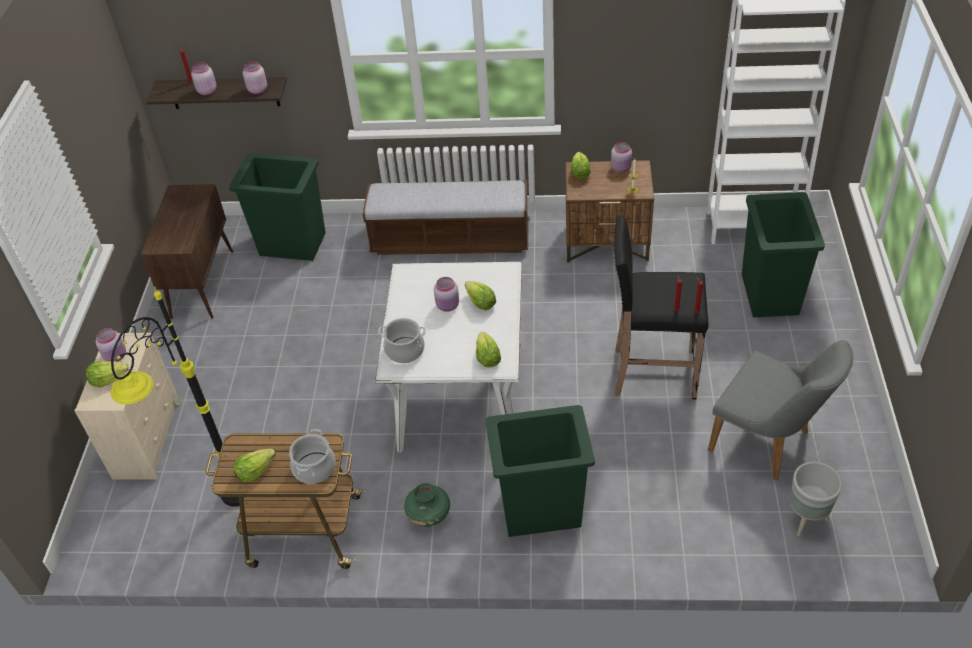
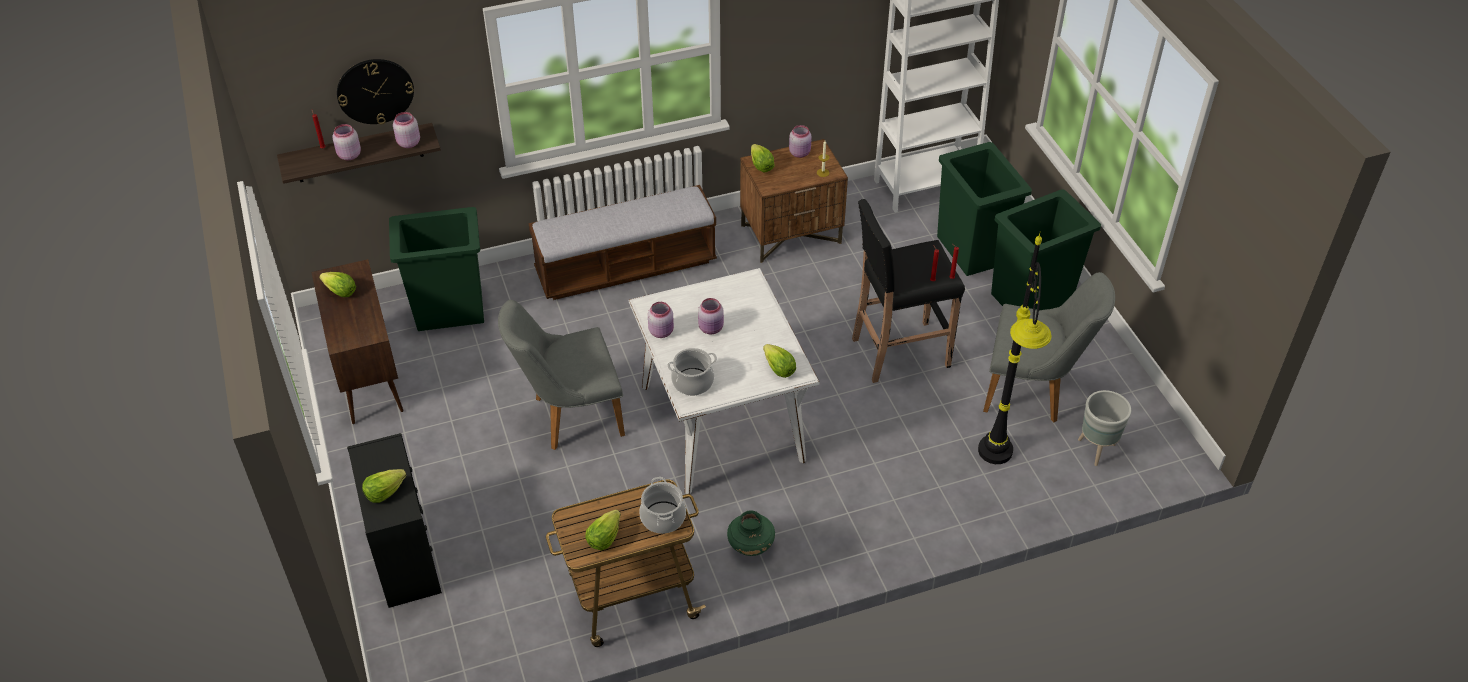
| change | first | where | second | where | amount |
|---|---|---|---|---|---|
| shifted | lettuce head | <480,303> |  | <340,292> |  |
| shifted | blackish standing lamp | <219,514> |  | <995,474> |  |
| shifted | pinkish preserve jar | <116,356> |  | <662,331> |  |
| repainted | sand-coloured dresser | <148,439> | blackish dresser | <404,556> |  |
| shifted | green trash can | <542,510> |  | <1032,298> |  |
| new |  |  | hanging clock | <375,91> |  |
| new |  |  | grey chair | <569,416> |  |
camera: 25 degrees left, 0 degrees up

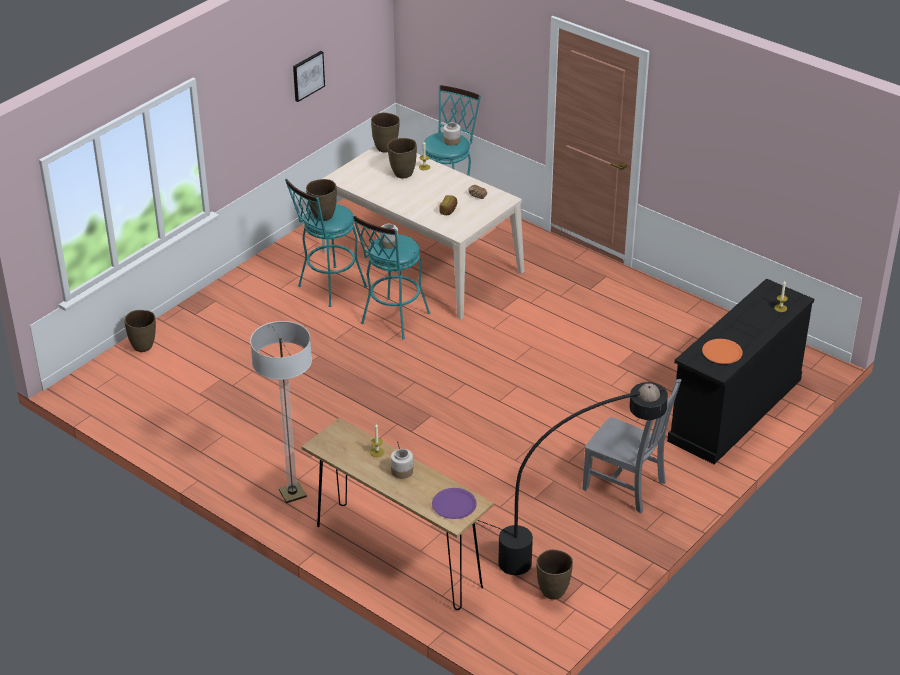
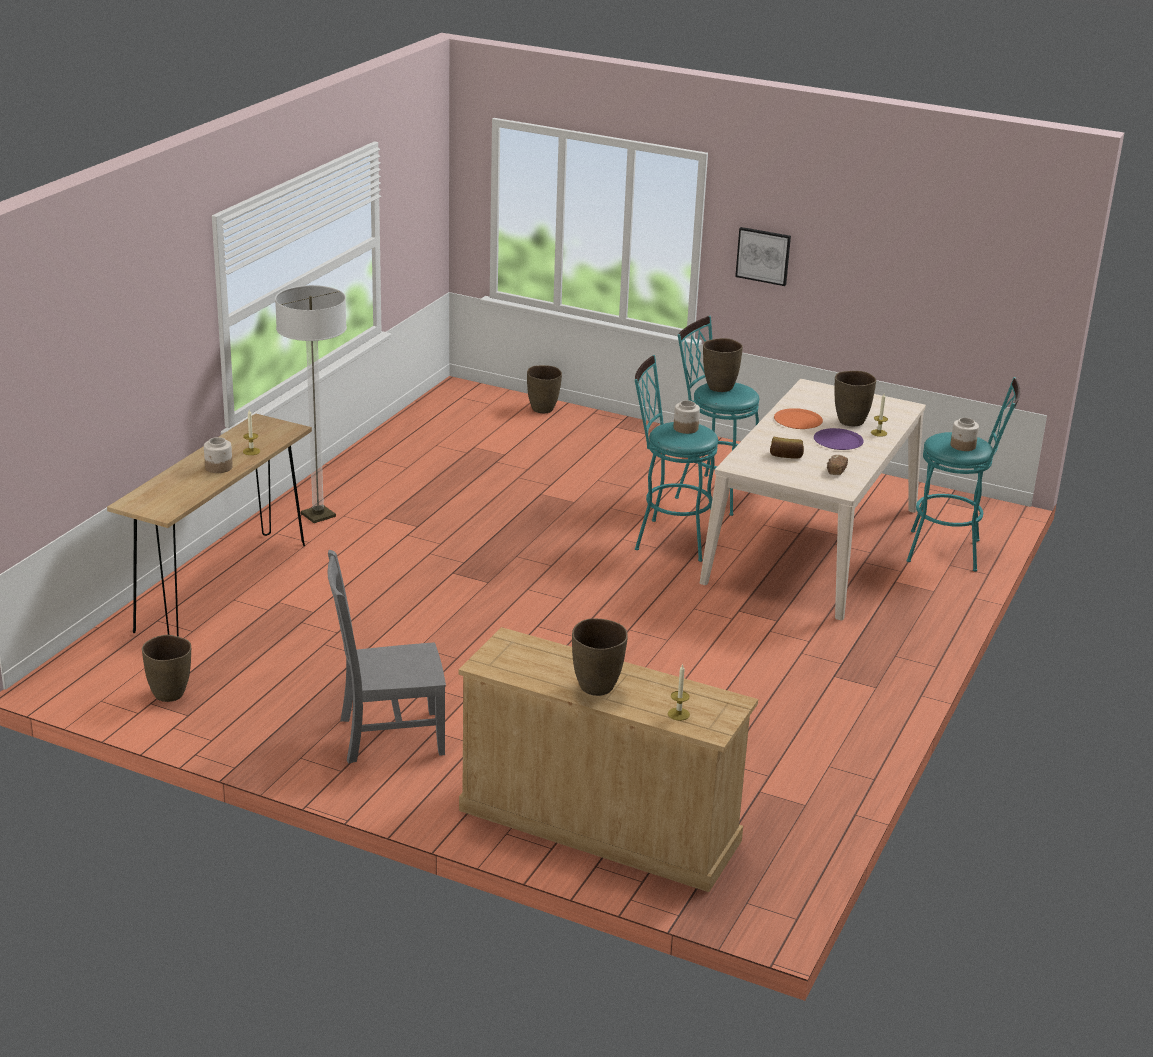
| change | first | where | second | where | amount |
|---|---|---|---|---|---|
| shifted | wall picture | <308,75> |  | <763,255> |  |
| shifted | brownish vase | <386,148> |  | <597,687> |  |
| repainted | blackish dresser | <735,410> | sand-coloured dresser | <597,825> |  |
| shifted | orange dinner plate | <722,352> |  | <798,420> |  |
| rotated | grey chair | <626,486> |  | <387,736> | 60 degrees clockwise |
| gone | blackish standing lamp | <549,544> |  |  |  |
| shifted | purplish dinner plate | <454,504> |  | <838,440> |  |
camera: 75 degrees right, 10 degrees down

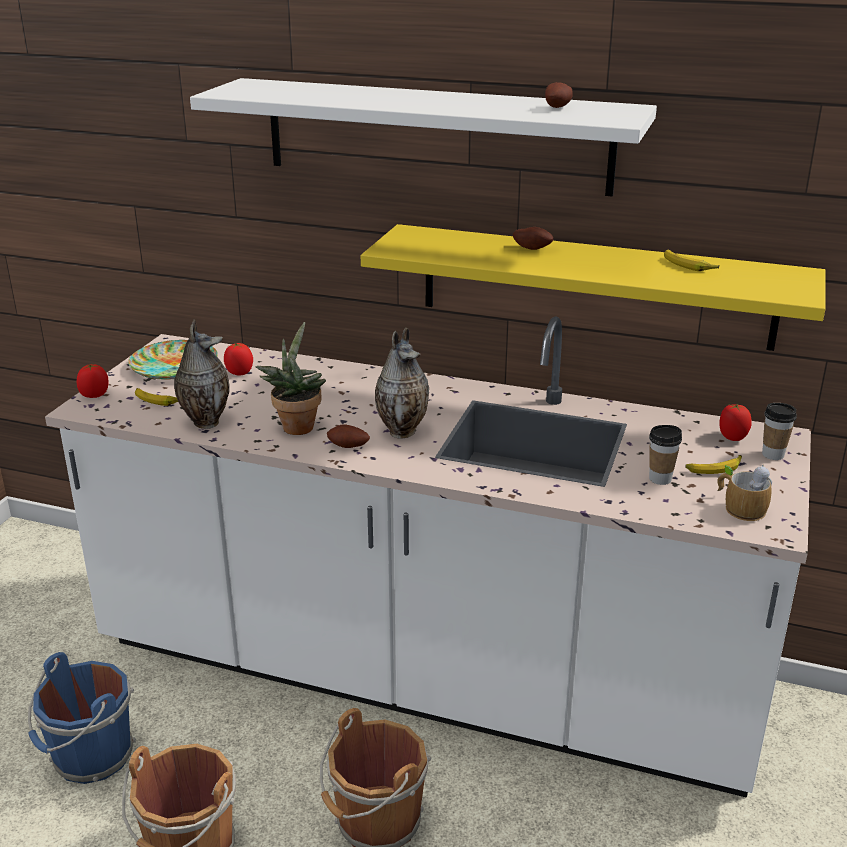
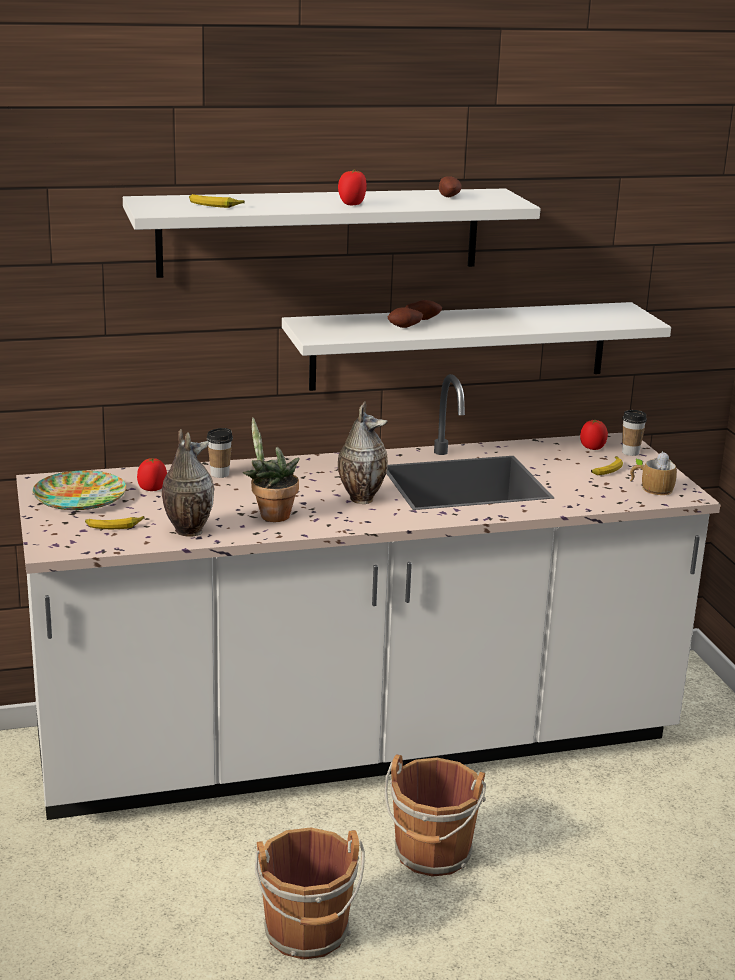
| change | first | where | second | where | amount |
|---|---|---|---|---|---|
| repainted | yellowish bracket shelf | <595,286> | white-coloured bracket shelf | <460,345> |  |
| shifted | banana | <688,265> |  | <214,205> |  |
| shifted | fresh tomato | <94,395> |  | <352,204> |  |
| shifted | whole potato | <348,447> |  | <405,328> |  |
| shifted | small cup | <660,479> |  | <220,474> |  |
| gone | blue pail | <90,758> |  |  |  |
camera: 35 degrees left, 5 degrees down

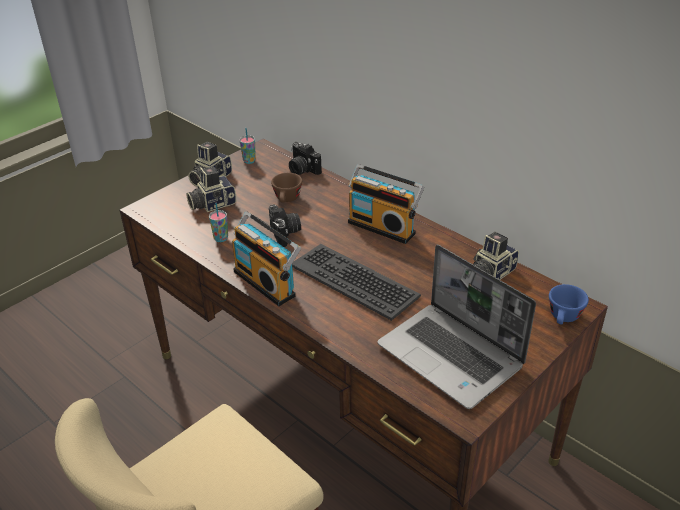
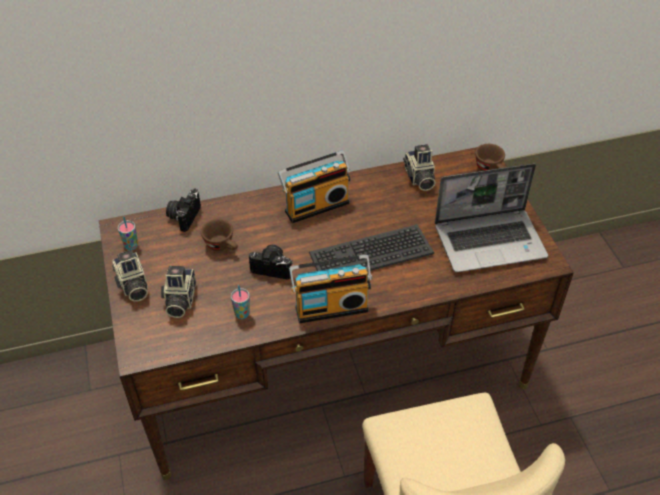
| change | first | where | second | where | amount |
|---|---|---|---|---|---|
| rotated | photo camera | <302,170> |  | <184,216> | 120 degrees clockwise |
| repainted | blue small cup | <564,318> | brownish small cup | <490,169> |  |
camera: 60 degrees left, 10 degrees up

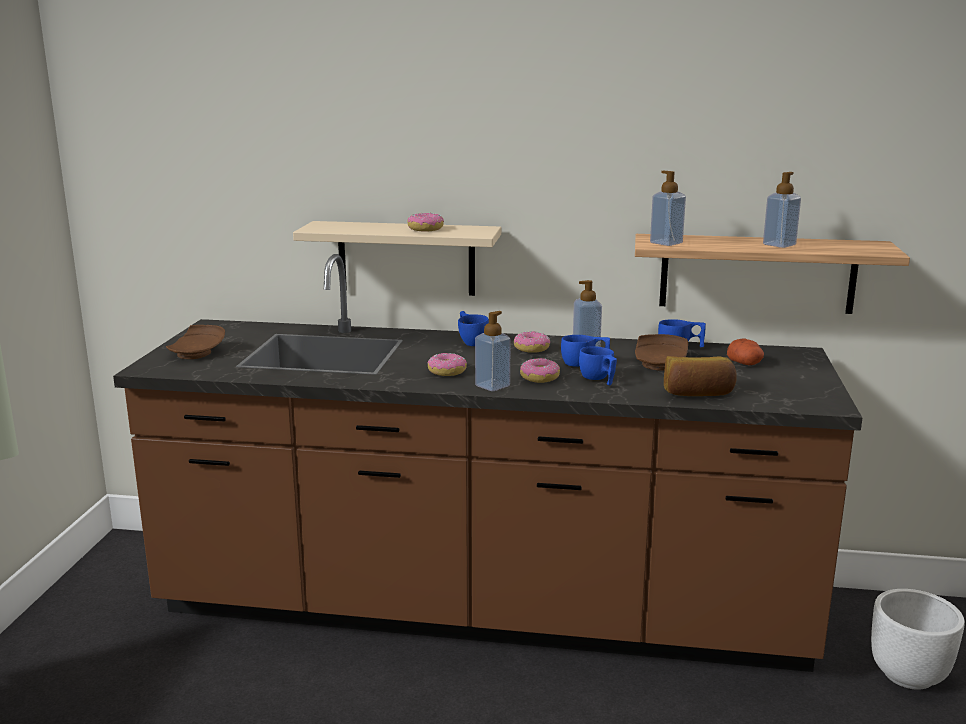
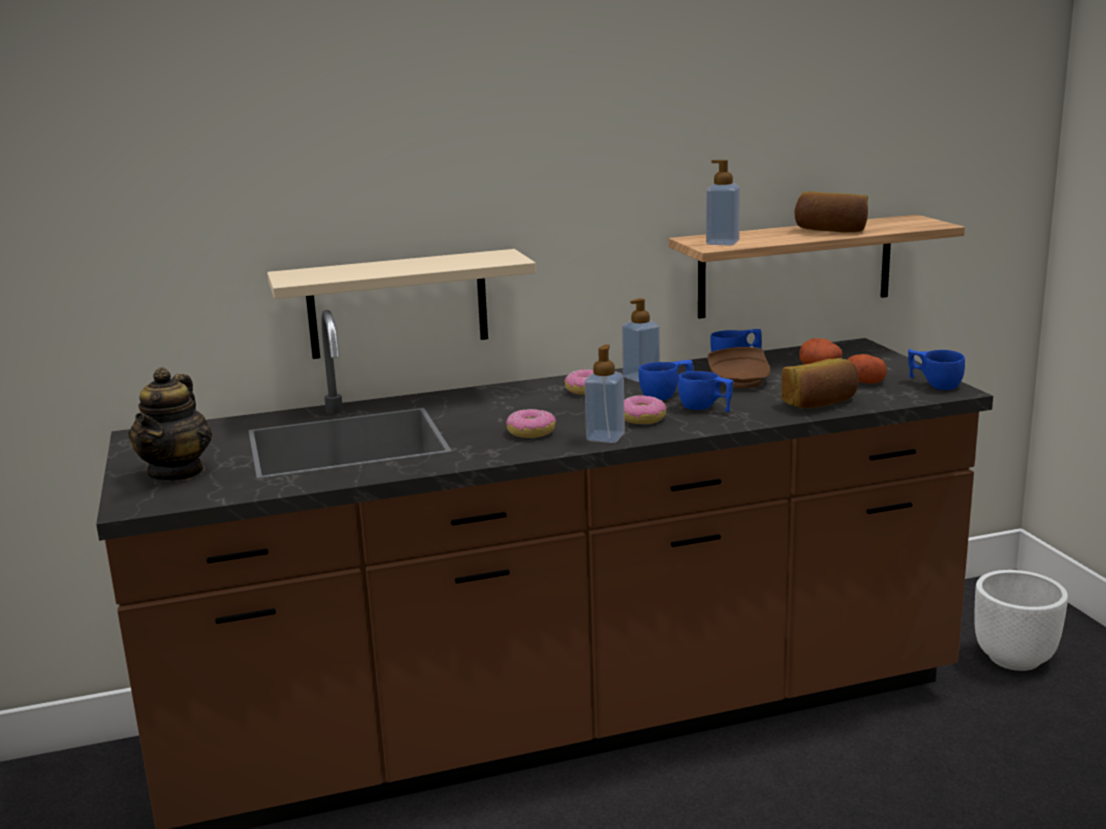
| change | first | where | second | where | amount |
|---|---|---|---|---|---|
| swapped | soap dispenser | <779,245> | bakery bread | <831,230> |  |
| gone | doughnut | <425,229> |  |  |  |
| shifted | blue small cup | <471,341> |  | <934,384> |  |
| swapped | brownish dinner plate | <198,353> | teapot | <177,472> |  |
| new |  |  | whole potato | <863,381> |  |
camera: 25 degrees left, 0 degrees up

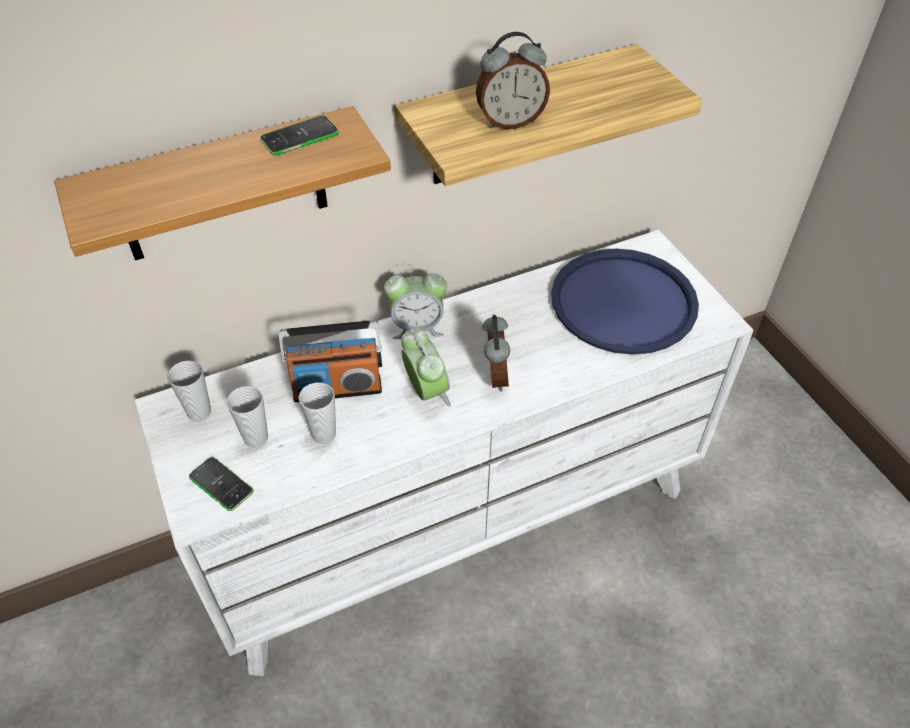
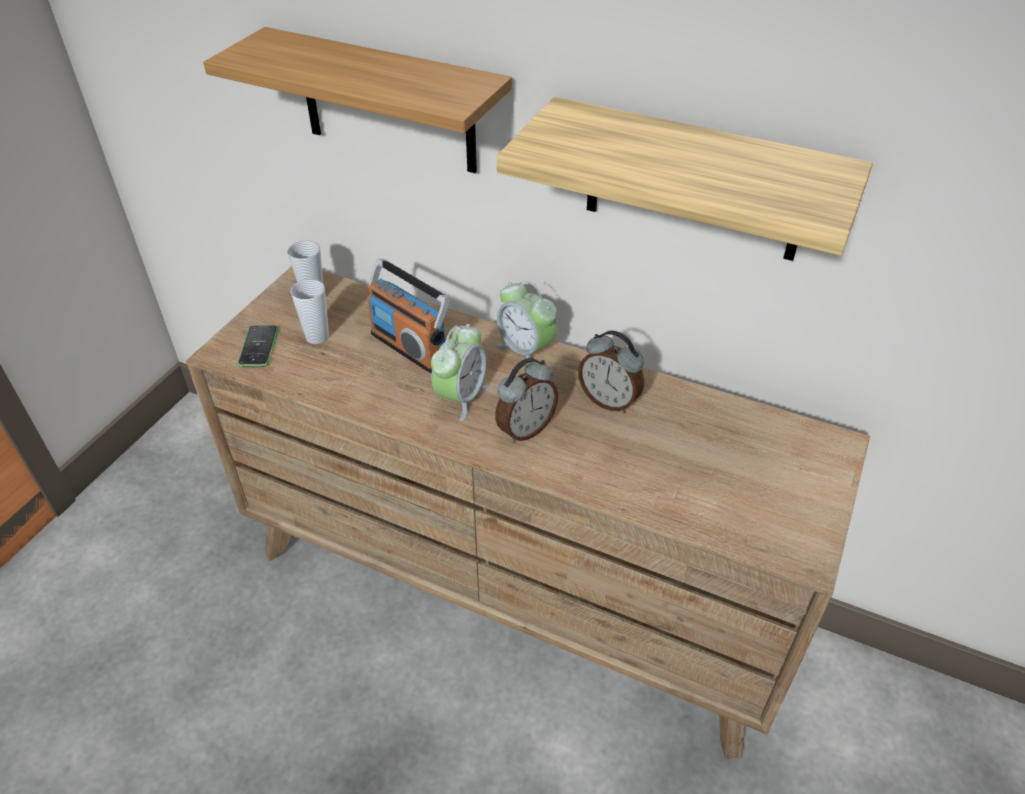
| change | first | where | second | where | amount |
|---|---|---|---|---|---|
| shifted | table clock | <510,122> |  | <609,401> |  |
| gone | telephone | <299,137> |  |  |  |
| repainted | white-coloured dresser | <455,522> | brownish dresser | <513,589> |  |
| gone | blue carrying tray | <623,302> |  |  |  |
| gone | small cup | <324,434> |  |  |  |
camera: 50 degrees right, 5 degrees down

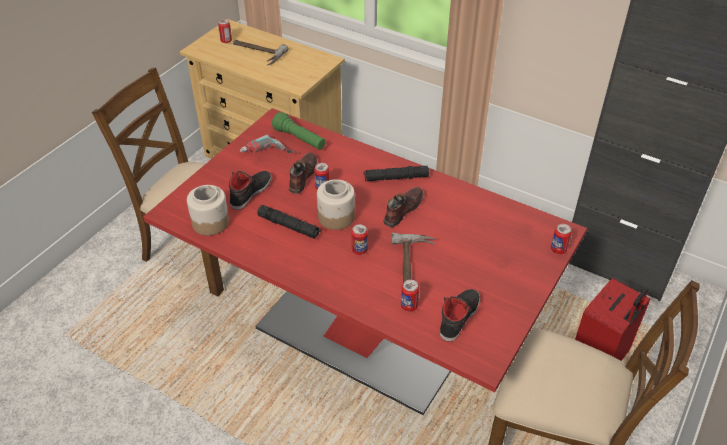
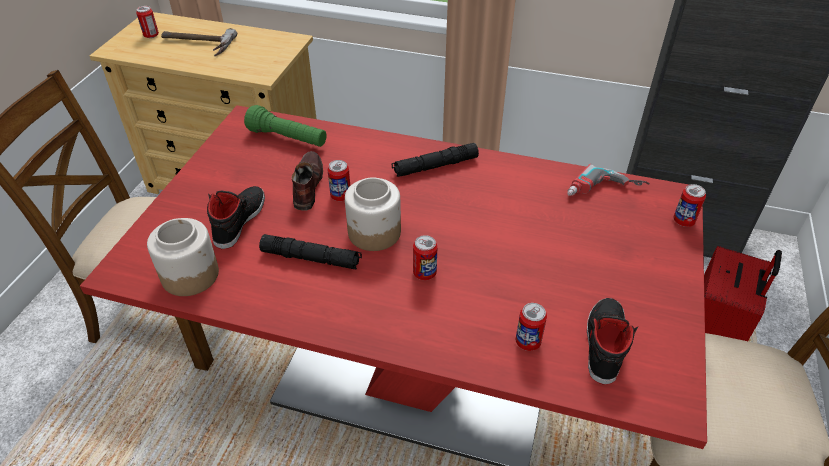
| change | first | where | second | where | amount |
|---|---|---|---|---|---|
| shifted | electric drill | <268,154> |  | <605,192> |  |
| gone | brownish item of footwear | <402,210> |  |  |  |
| gone | hammer | <413,265> |  |  |  |
camera: 15 degrees left, 0 degrees up

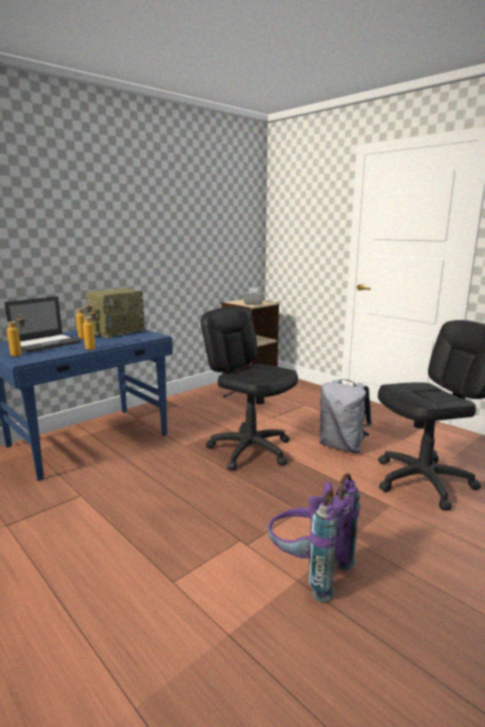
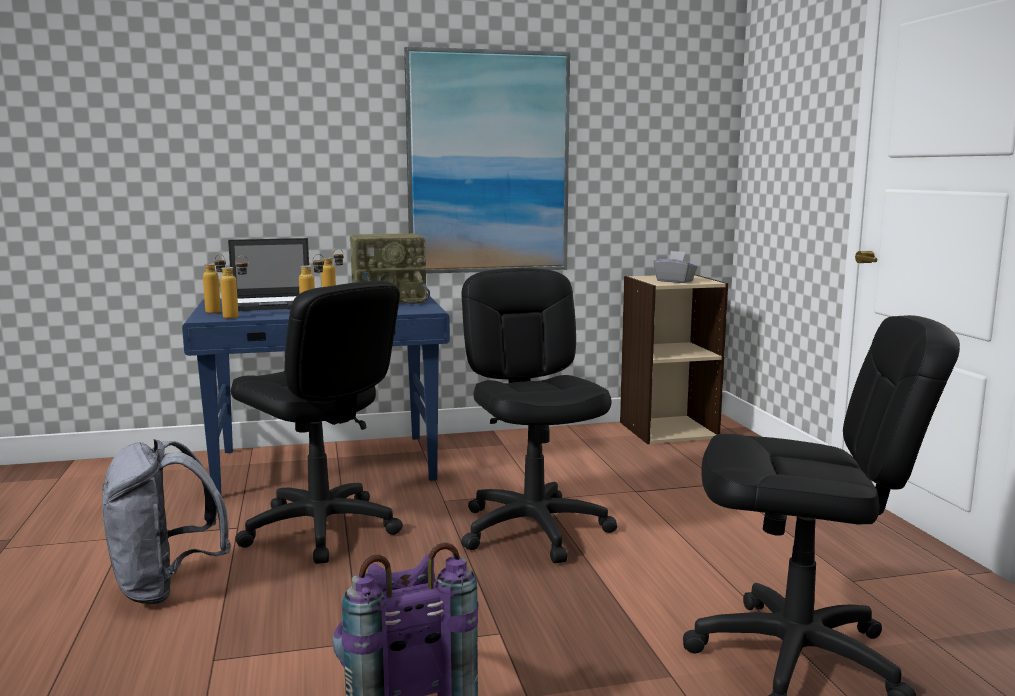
| change | first | where | second | where | amount |
|---|---|---|---|---|---|
| shifted | grey backpack | <342,446> |  | <166,587> |  |
| new |  |  | wall picture | <488,163> |  |
| new |  |  | beverage bottle | <237,317> |  |
| new |  |  | blackish computer chair | <320,529> |  |
camera: 30 degrees right, 5 degrees down

